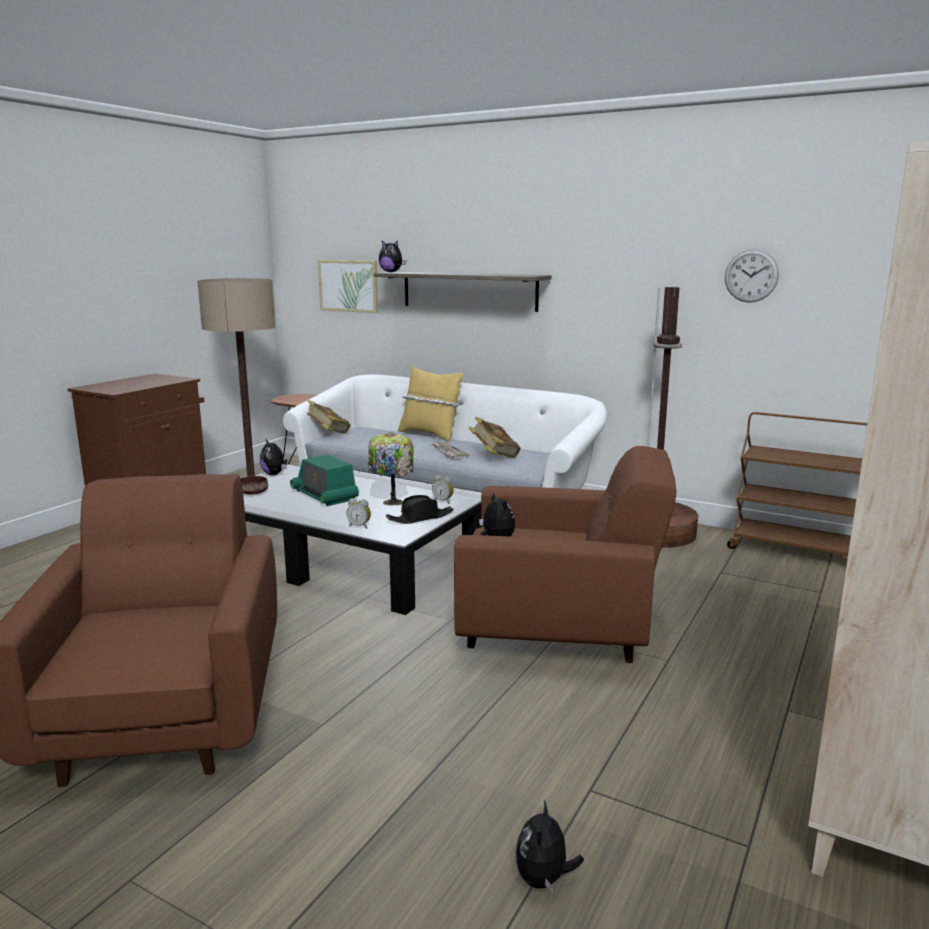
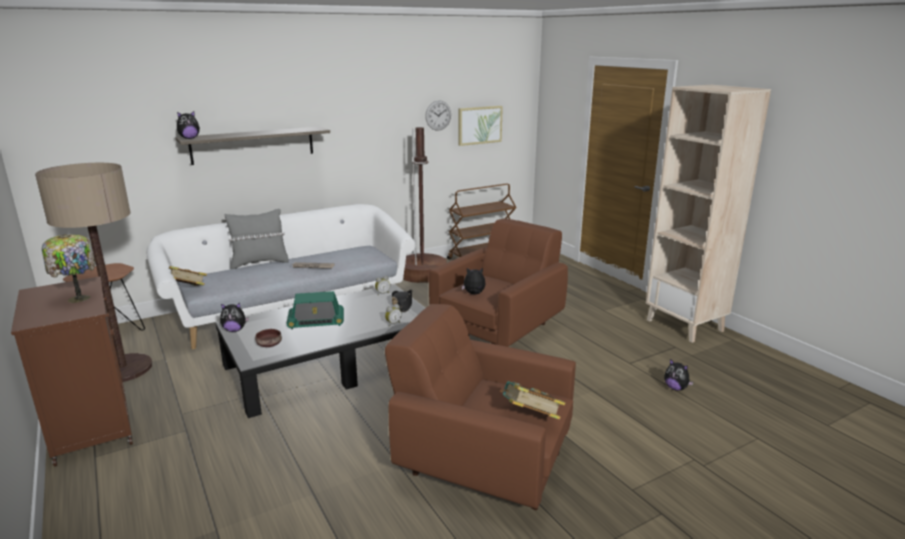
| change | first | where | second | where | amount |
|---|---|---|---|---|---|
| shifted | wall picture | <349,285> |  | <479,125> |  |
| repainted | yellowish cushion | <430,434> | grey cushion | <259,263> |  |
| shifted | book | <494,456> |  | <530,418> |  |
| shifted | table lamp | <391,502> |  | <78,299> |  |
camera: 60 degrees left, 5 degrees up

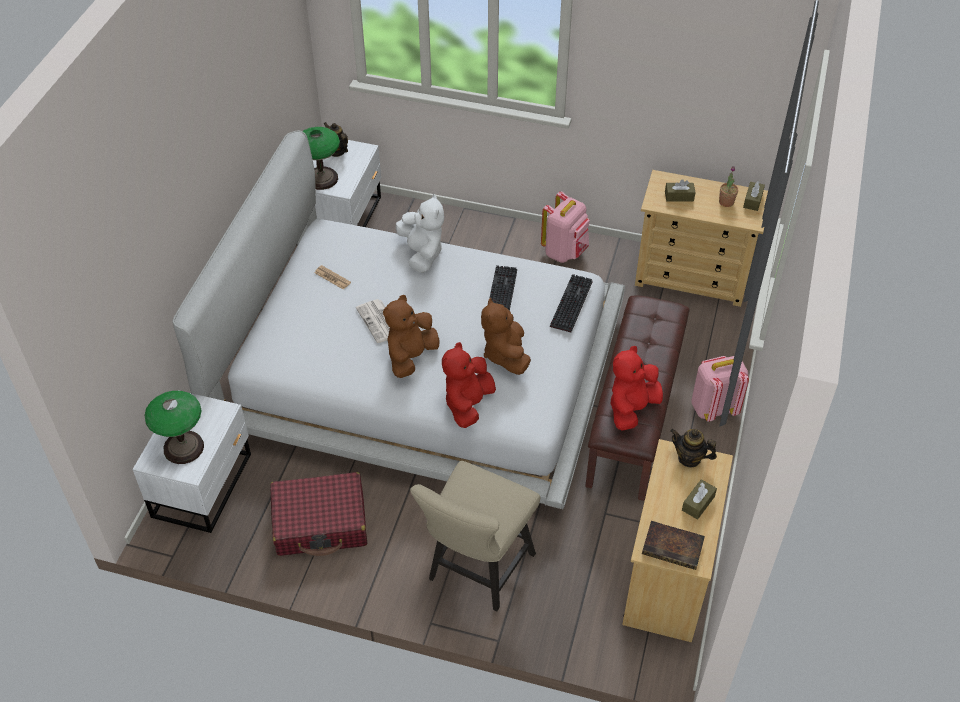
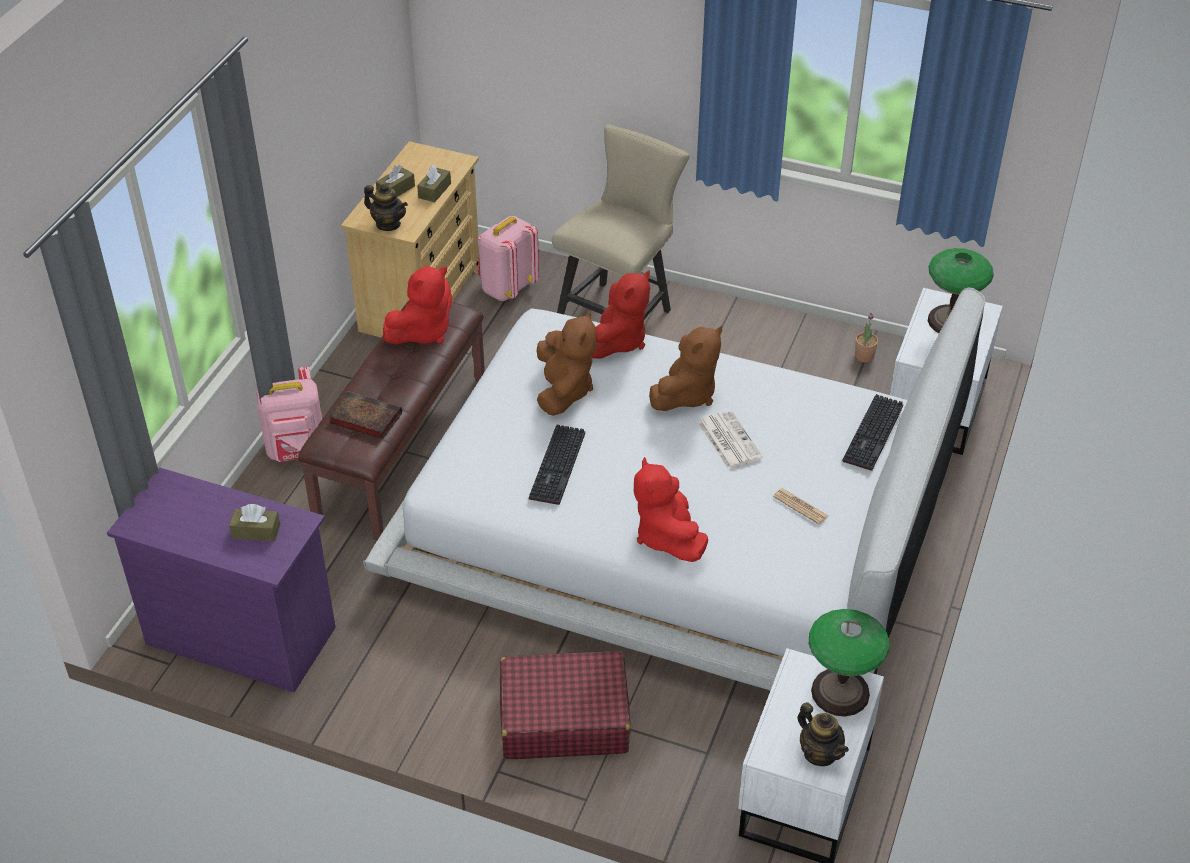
| change | first | where | second | where | amount |
|---|---|---|---|---|---|
| shifted | houseplant | <726,202> |  | <864,356> |  |
| repainted | sand-coloured dresser | <692,277> | purplish dresser | <240,635> |  |
| shifted | brownish tissue holder | <753,200> |  | <434,191> |  |
| shifted | pinkish backpack | <565,251> |  | <507,288> |  |
| repainted | white-coloured plush toy | <422,253> | red plush toy | <667,537> |  |
| shifted | keyboard | <570,303> |  | <874,435> |  |
| shifted | red piece of luggage | <321,523> |  | <563,718> |  |
| shifted | book | <674,547> |  | <364,418> |  |
camera: 175 degrees left, 5 degrees down

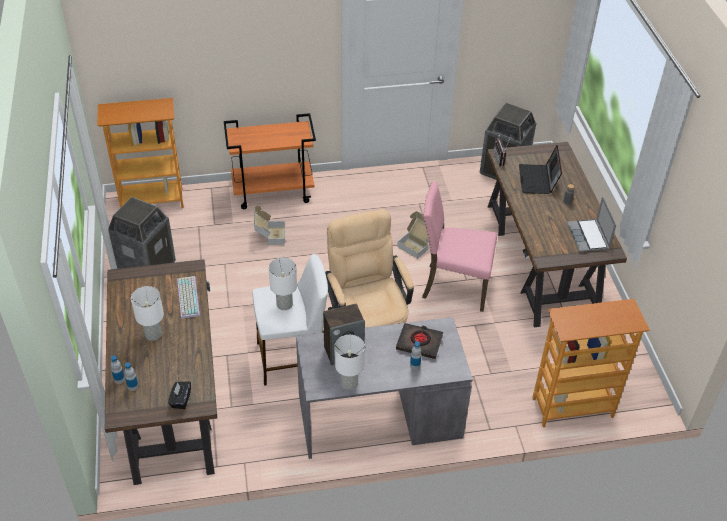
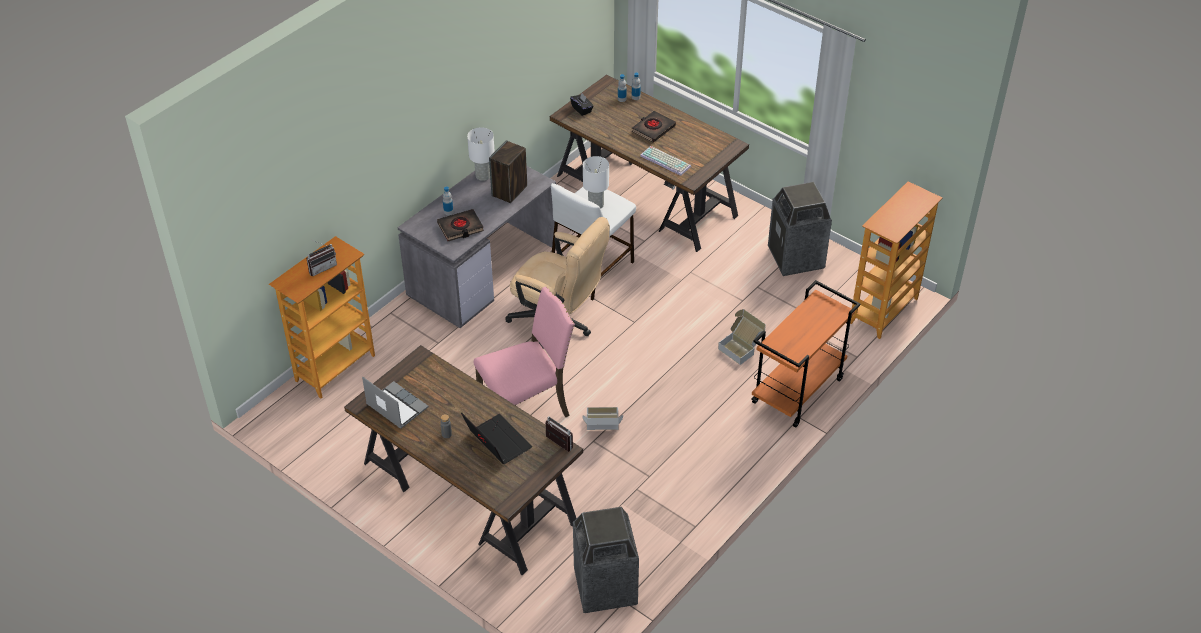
| change | first | where | second | where | amount |
|---|---|---|---|---|---|
| swapped | white-coloured table lamp | <153,334> | blackish book | <653,129> |  |
| new |  |  | radio set | <321,267> |  |
camera: 140 degrees right, 0 degrees up

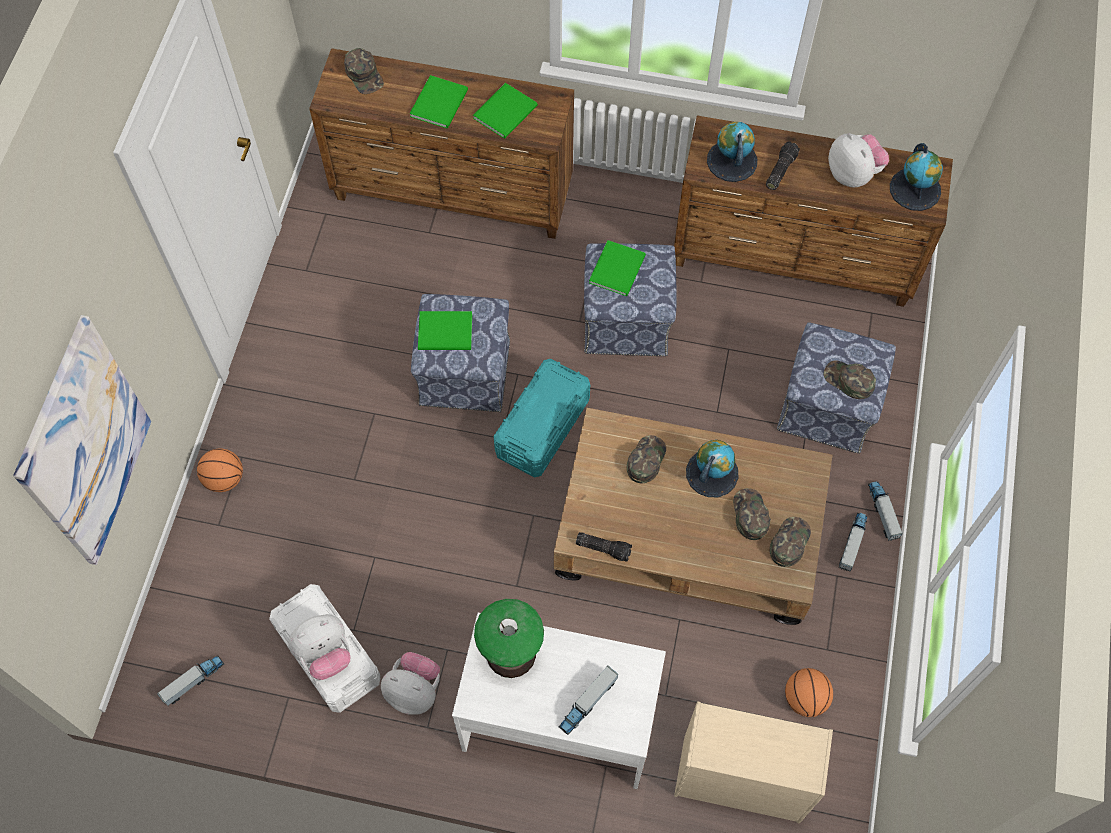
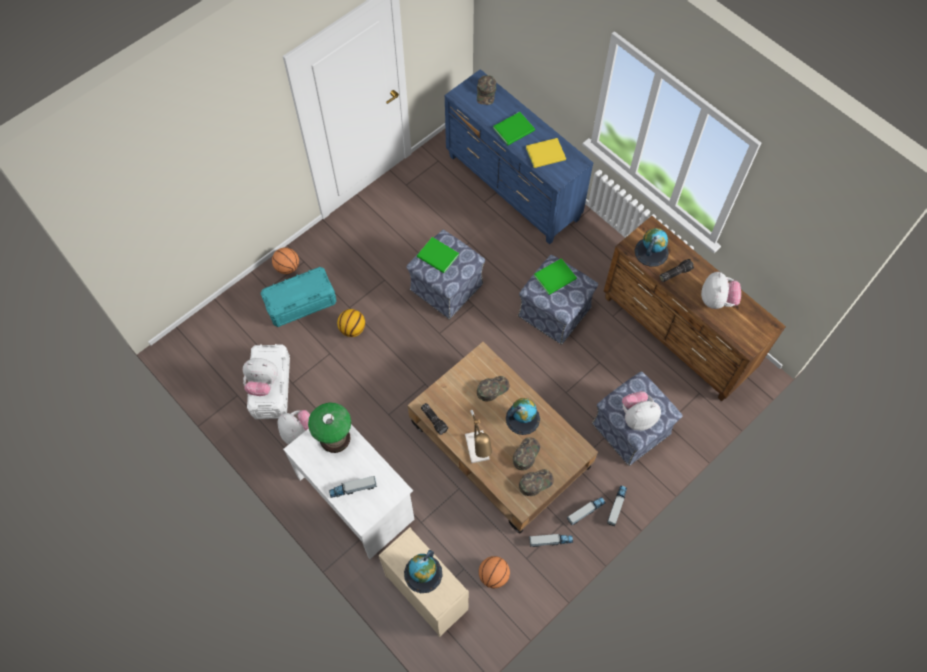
| change | first | where | second | where | amount |
|---|---|---|---|---|---|
| repainted | brownish dresser | <453,194> | blue dresser | <513,188> |  |
| repainted | green book | <507,112> | yellowish book | <547,154> |  |
| shifted | world globe | <915,189> |  | <423,573> |  |
| gone | wall picture | <85,445> |  |  |  |
| shifted | blue-green storage bin | <543,427> |  | <301,303> |  |
| swapped | green cap | <848,381> | plush toy | <637,417> |  |
| shifted | model truck | <193,681> |  | <550,541> |  |
| new |  |  | ball for basketball | <352,329> |  |
| new |  |  | table lamp | <478,451> |  |
camera: 35 degrees right, 0 degrees up

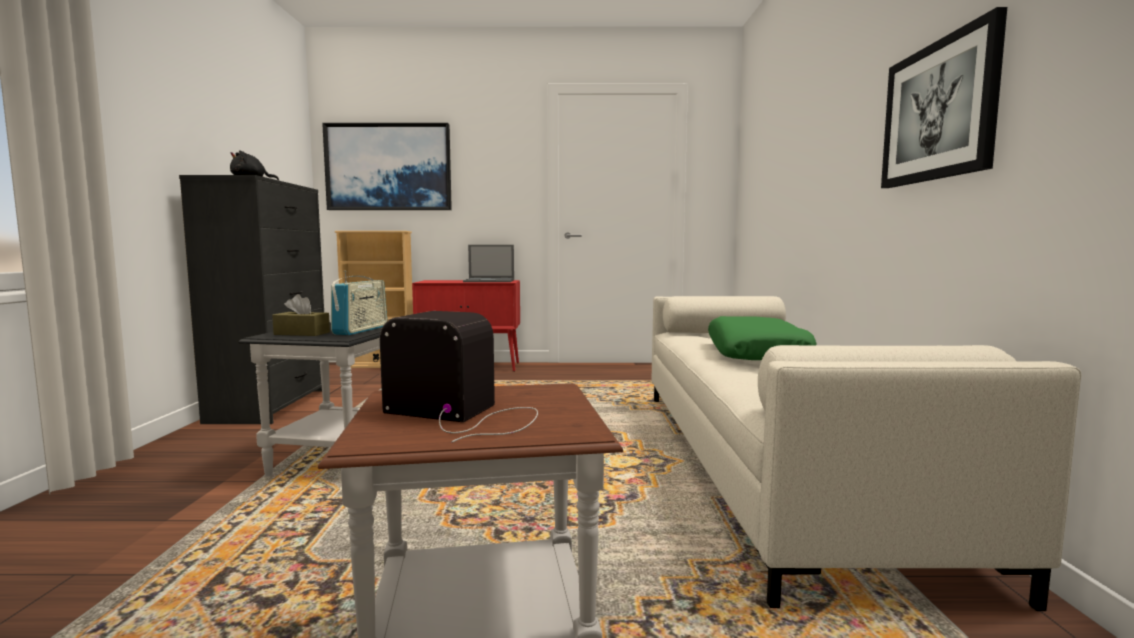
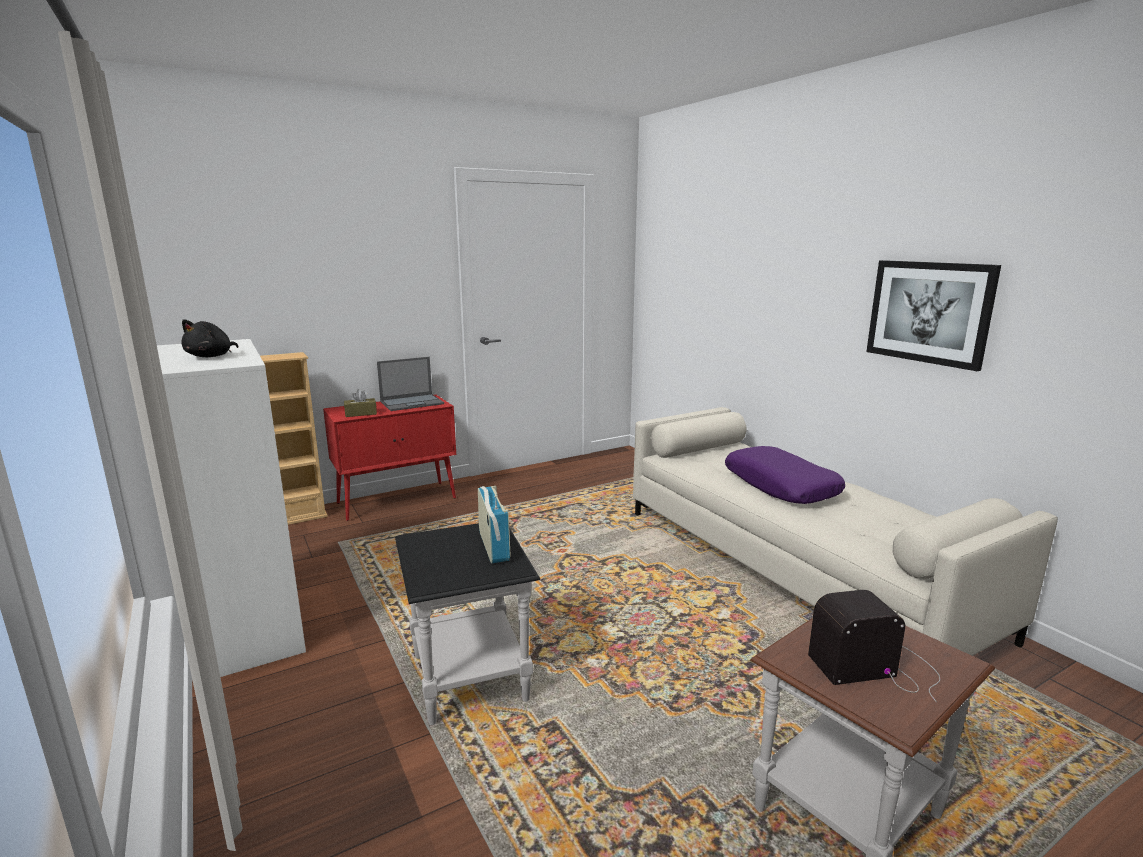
| change | first | where | second | where | amount |
|---|---|---|---|---|---|
| gone | wall picture | <389,167> |  |  |  |
| repainted | blackish dresser | <272,405> | white-coloured dresser | <252,622> |  |
| shifted | brownish tissue holder | <302,333> |  | <361,413> |  |
| repainted | green cushion | <756,354> | purplish cushion | <781,486> |  |
camera: 30 degrees left, 10 degrees up

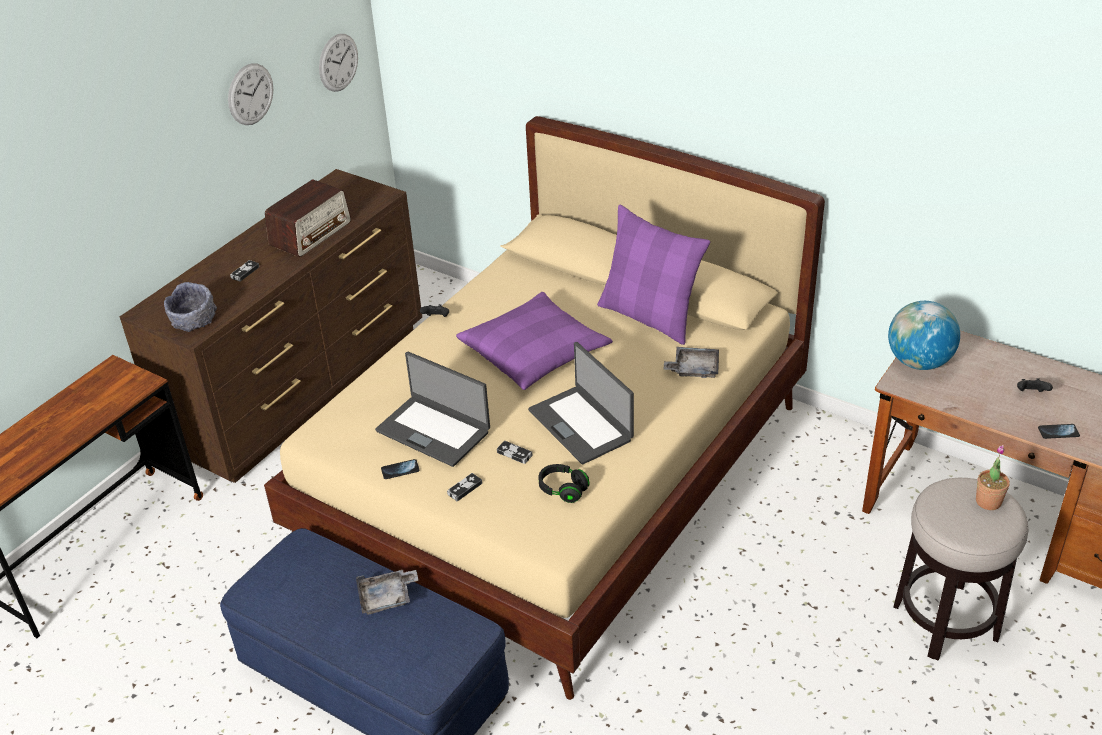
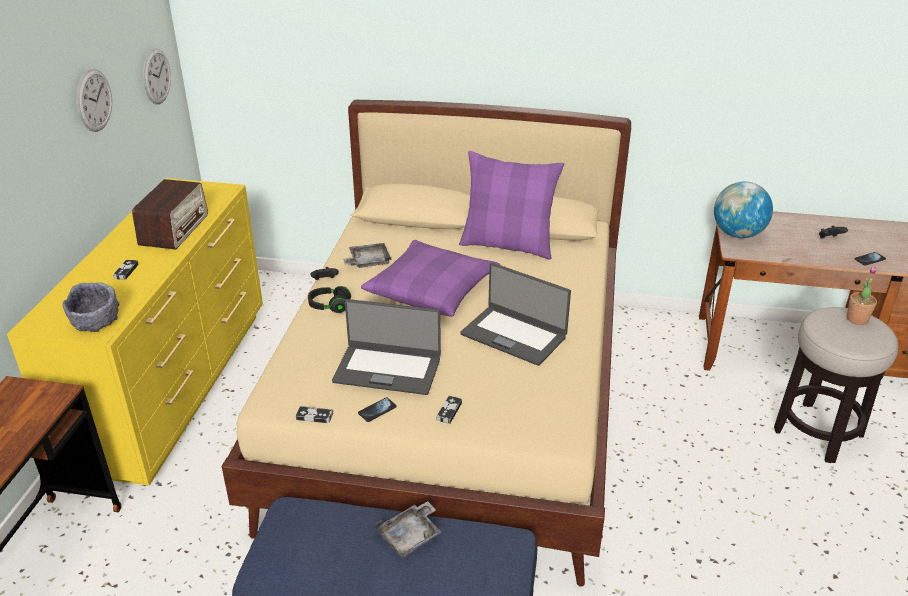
| change | first | where | second | where | amount |
|---|---|---|---|---|---|
| repainted | brownish dresser | <303,388> | yellowish dresser | <176,386> |  |
| shifted | grey carrying tray | <694,369> |  | <368,261> |  |
| shifted | joypad | <514,454> |  | <314,416> |  |
| shifted | blackish headset | <563,490> |  | <329,306> |  |
camera: 25 degrees left, 5 degrees down

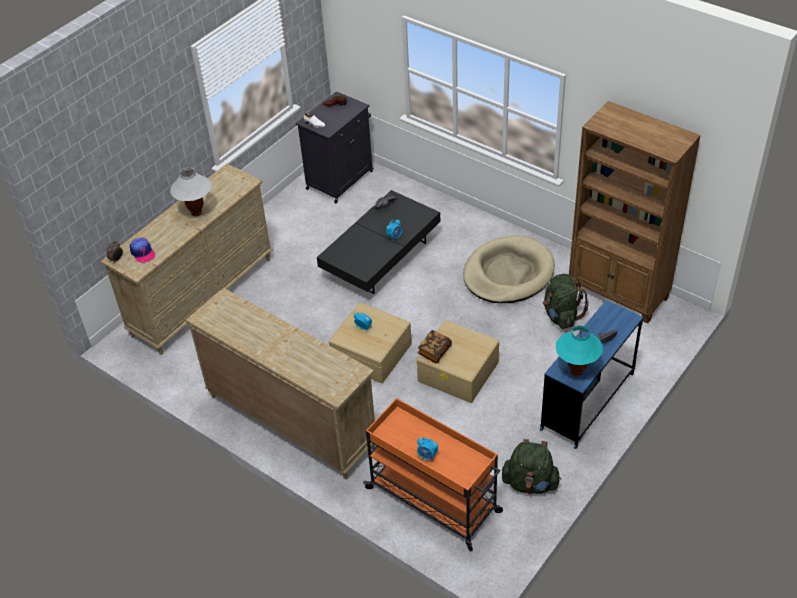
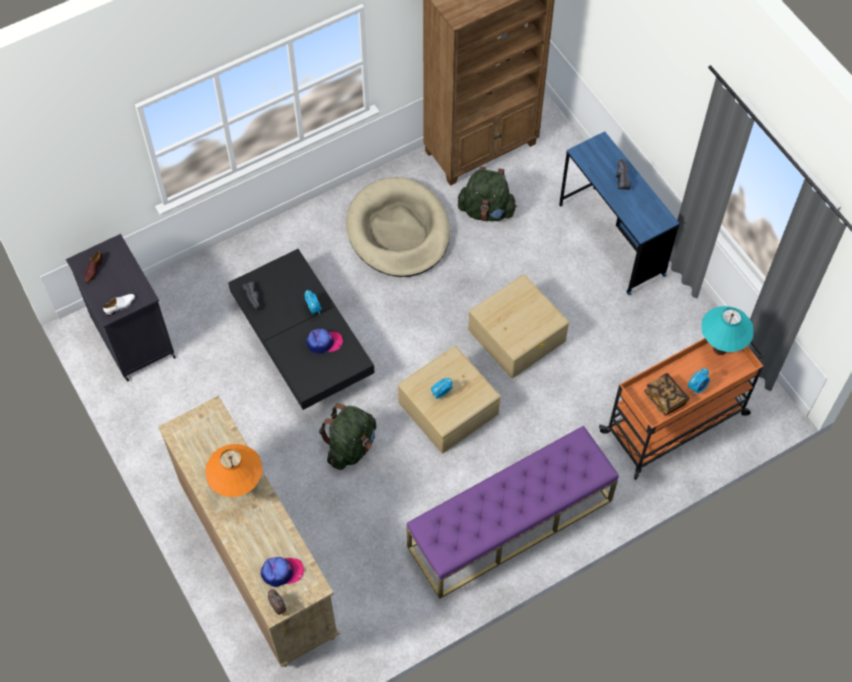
| change | first | where | second | where | amount |
|---|---|---|---|---|---|
| repainted | white-coloured table lamp | <196,213> | orange table lamp | <238,488> |  |
| swapped | sand-coloured dresser | <290,421> | purplish indoor bench | <510,523> |  |
| shifted | blue-green table lamp | <576,371> |  | <719,349> |  |
| shifted | book | <434,351> |  | <665,398> |  |
| shifted | green backpack | <530,483> |  | <351,446> |  |
| new |  |  | cap | <324,342> |  |
camera: 70 degrees left, 15 degrees up

